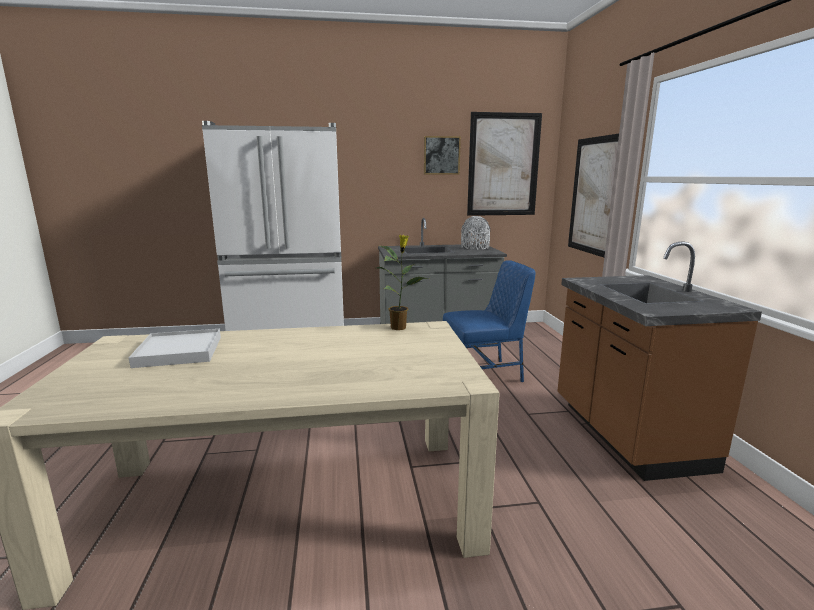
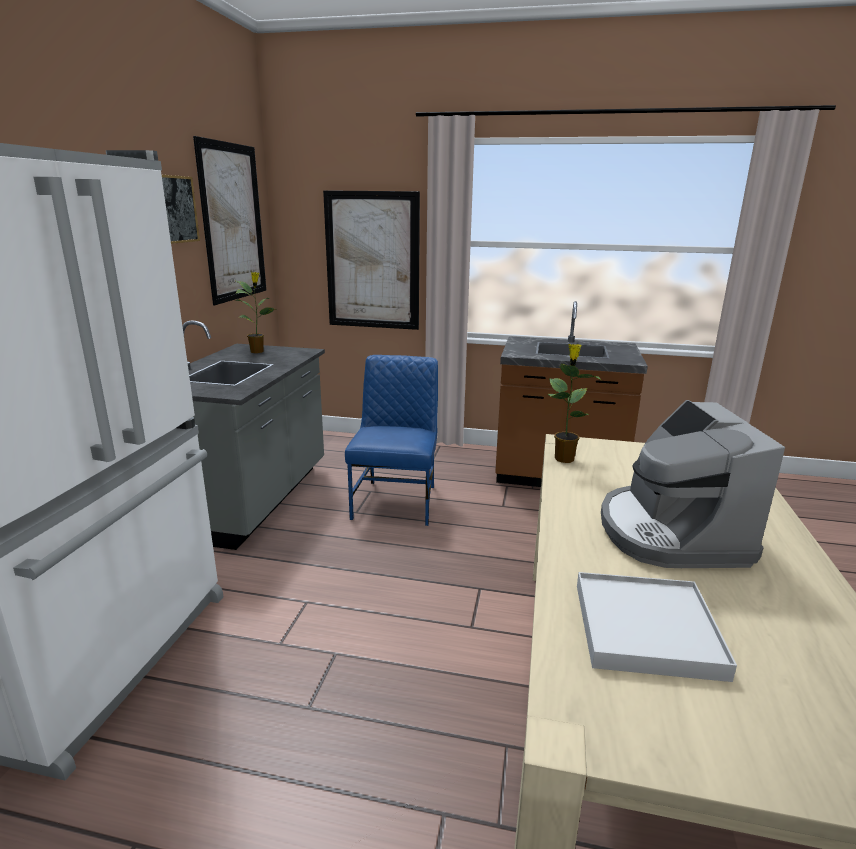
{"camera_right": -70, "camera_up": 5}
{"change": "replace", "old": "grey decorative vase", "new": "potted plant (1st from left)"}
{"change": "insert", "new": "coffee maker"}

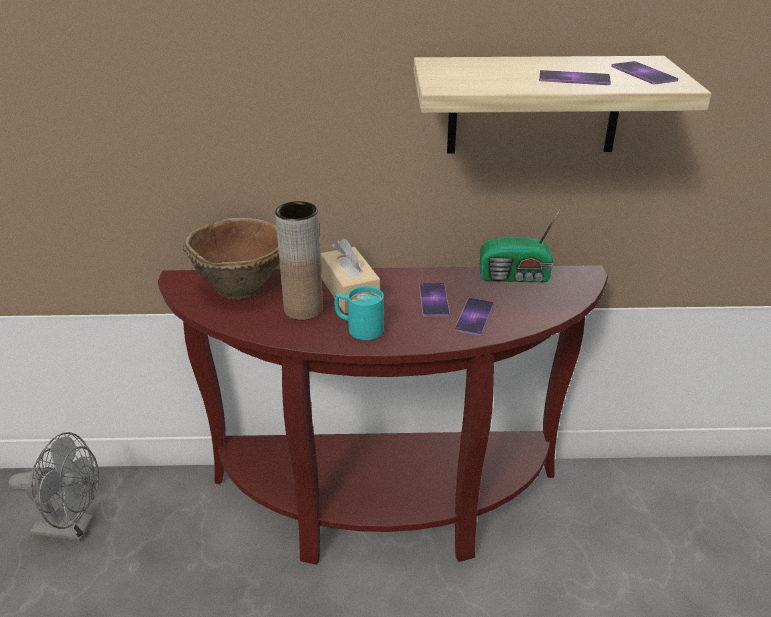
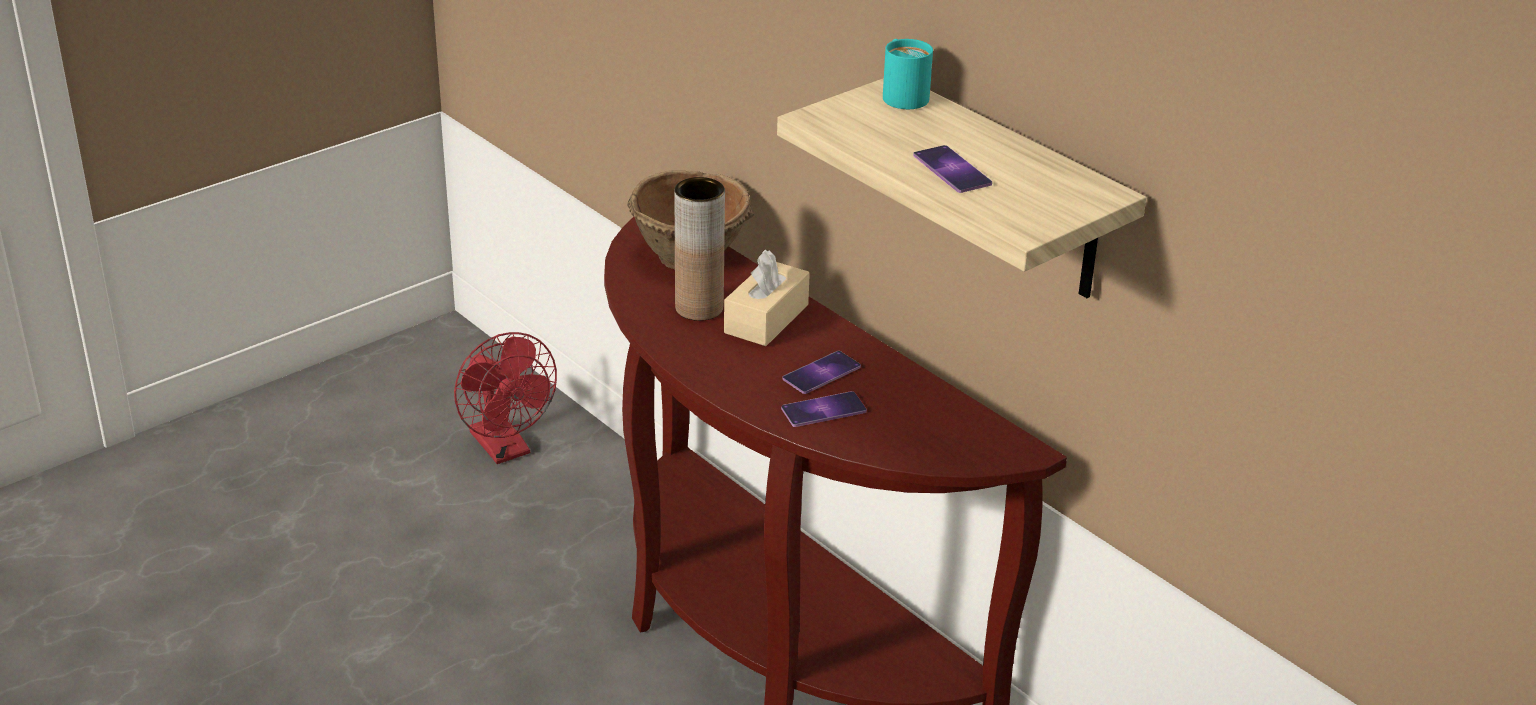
{"camera_right": 50, "camera_up": 0}
{"change": "recolor", "old": "grey cooling fan", "new": "reddish cooling fan"}
{"change": "move", "old": "turquoise-coloured mug"}
{"change": "delete", "old": "radio receiver"}
{"change": "delete", "old": "handset (4th from left)"}

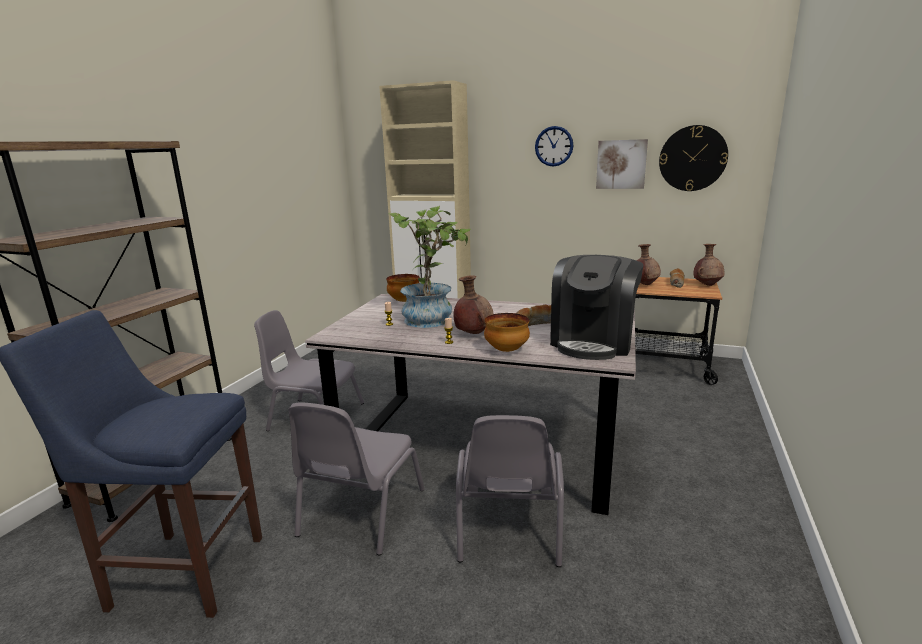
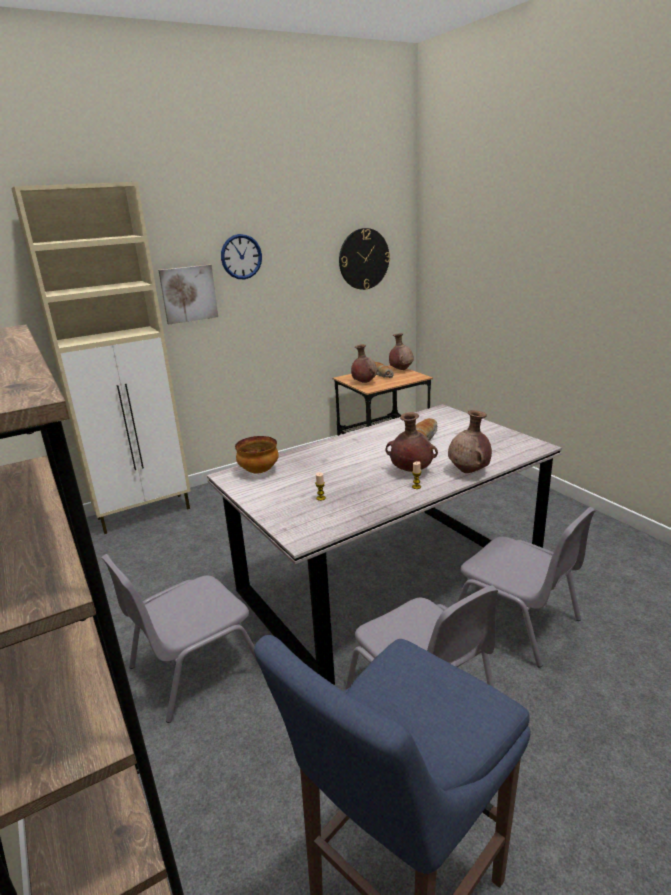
{"camera_right": -50, "camera_up": 5}
{"change": "delete", "old": "potted plant"}
{"change": "replace", "old": "serving bowl (2nd from left)", "new": "brown decorative vase (4th from left)"}
{"change": "delete", "old": "coffee maker"}
{"change": "move", "old": "wall picture"}

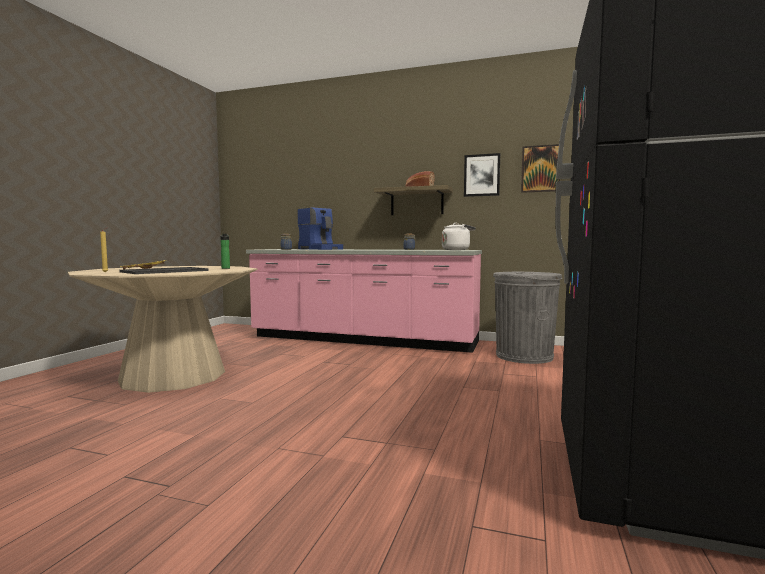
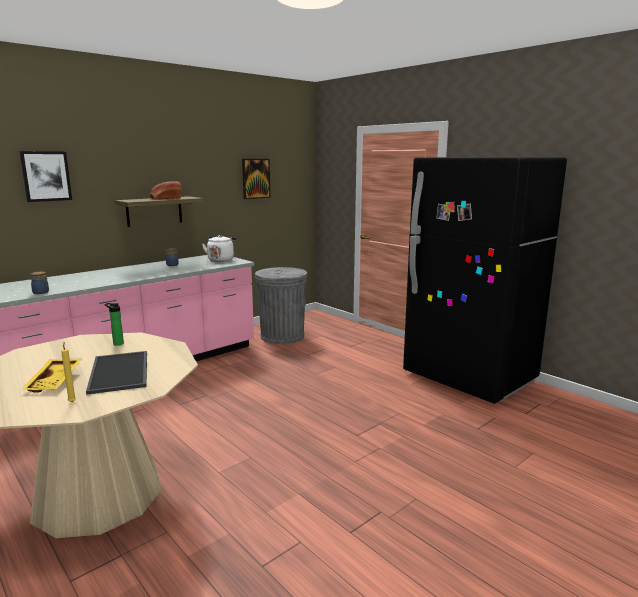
{"camera_right": -60, "camera_up": 10}
{"change": "delete", "old": "coffee maker"}
{"change": "move", "old": "wall picture (1st from left)"}

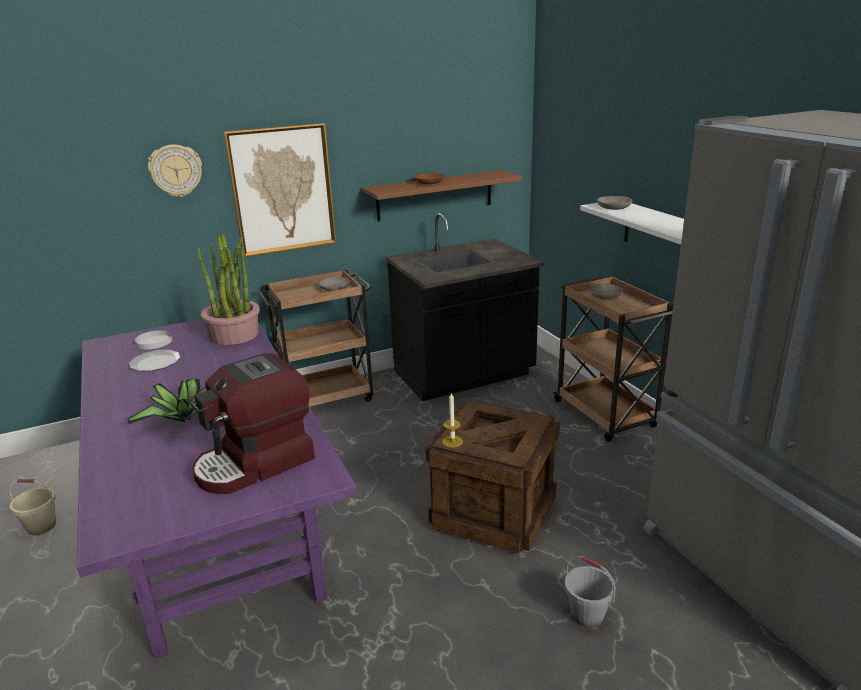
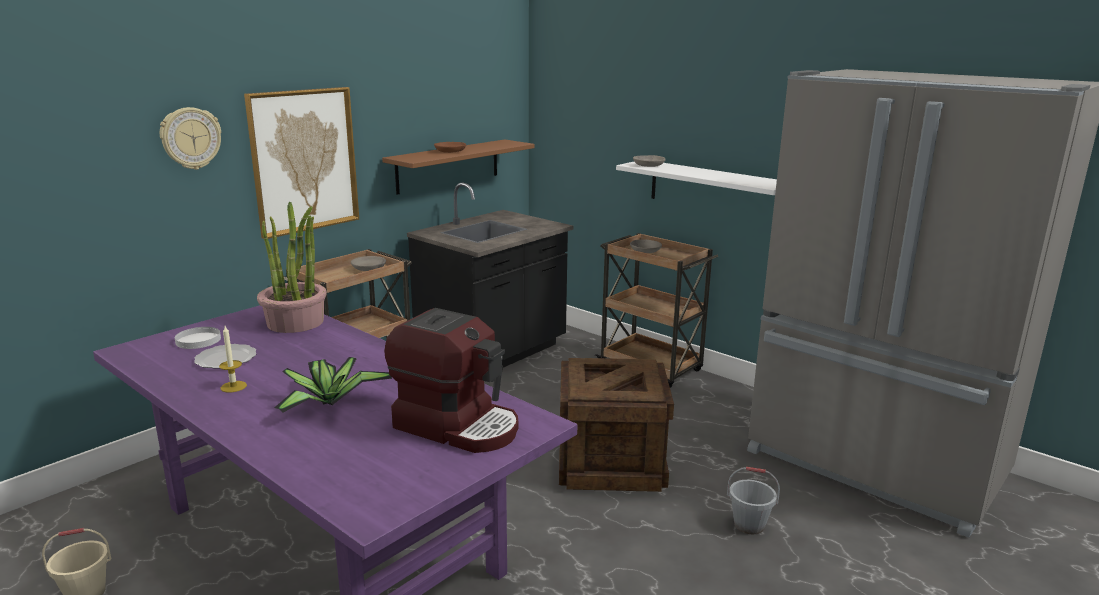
{"camera_right": -25, "camera_up": -5}
{"change": "rotate", "old": "coffee maker", "degrees": -90}
{"change": "move", "old": "wax candle"}

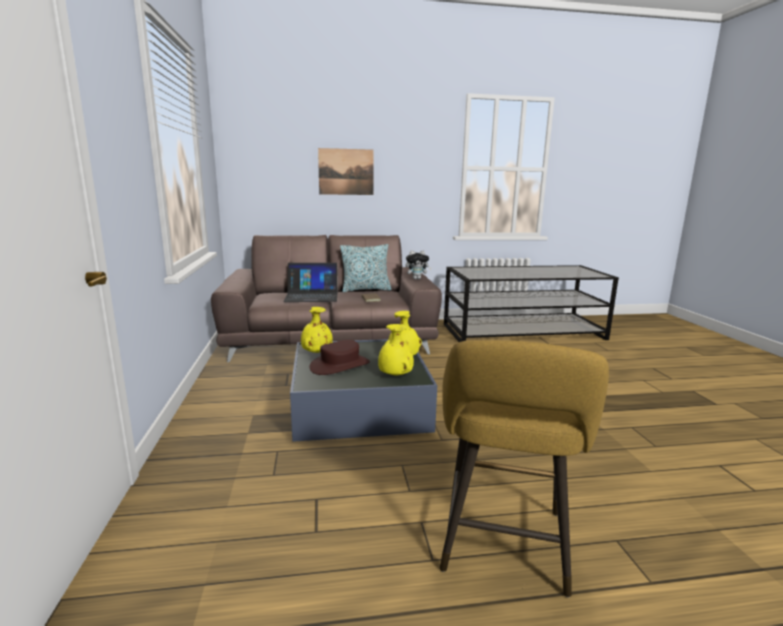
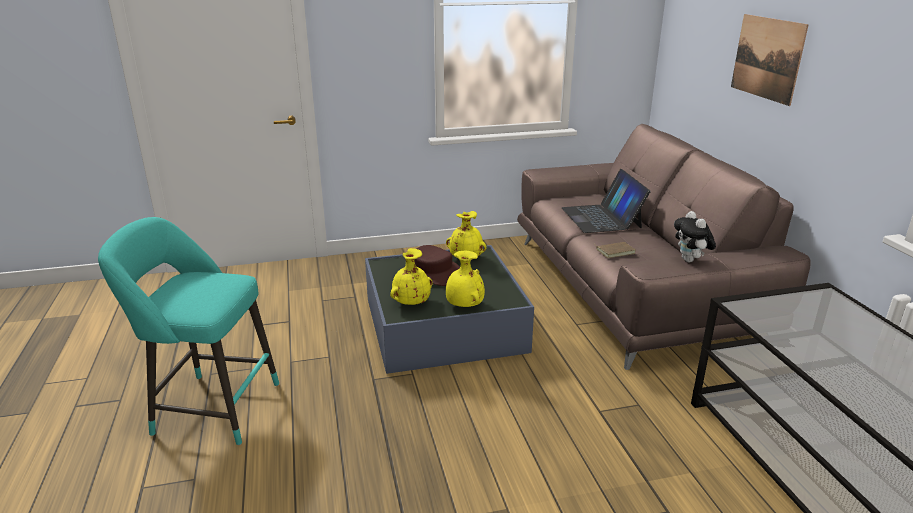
{"camera_right": 85, "camera_up": 10}
{"change": "delete", "old": "pillow"}
{"change": "recolor", "old": "yellow-coloured stool", "new": "turquoise-coloured stool"}

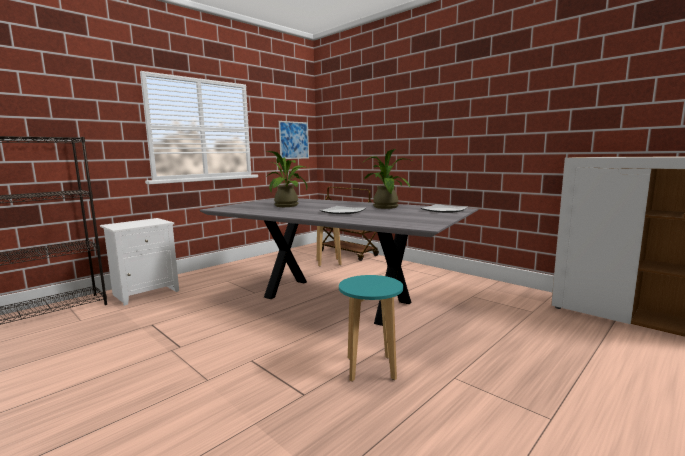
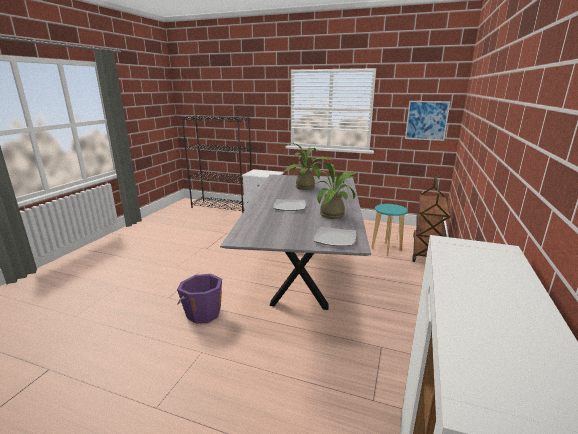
{"camera_right": 65, "camera_up": 10}
{"change": "replace", "old": "turquoise-coloured stool (2nd from left)", "new": "purple pail"}

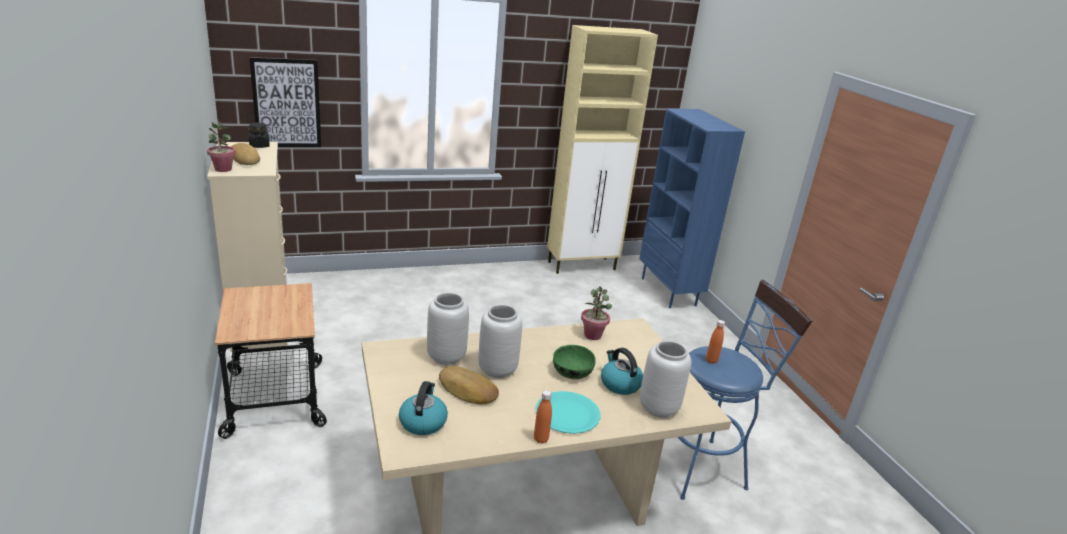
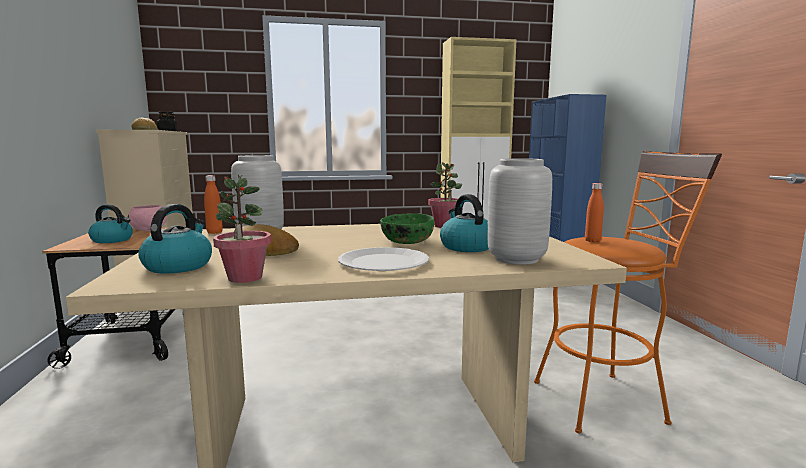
{"camera_right": 10, "camera_up": -15}
{"change": "move", "old": "potted plant (1st from left)"}
{"change": "delete", "old": "wall picture"}
{"change": "delete", "old": "grey decorative vase (2nd from left)"}
{"change": "move", "old": "orange-coloured beverage bottle (1st from left)"}
{"change": "recolor", "old": "turquoise-coloured dinner plate", "new": "white-coloured dinner plate"}
{"change": "recolor", "old": "bluish stool", "new": "orange-coloured stool"}
{"change": "insert", "new": "water kettle (1st from left)"}
{"change": "insert", "new": "pink-coloured serving bowl"}

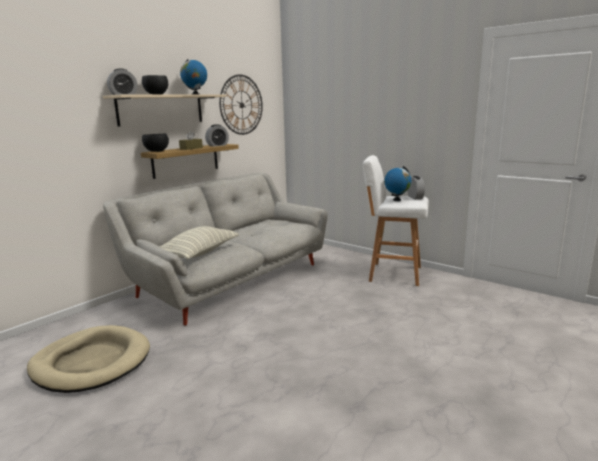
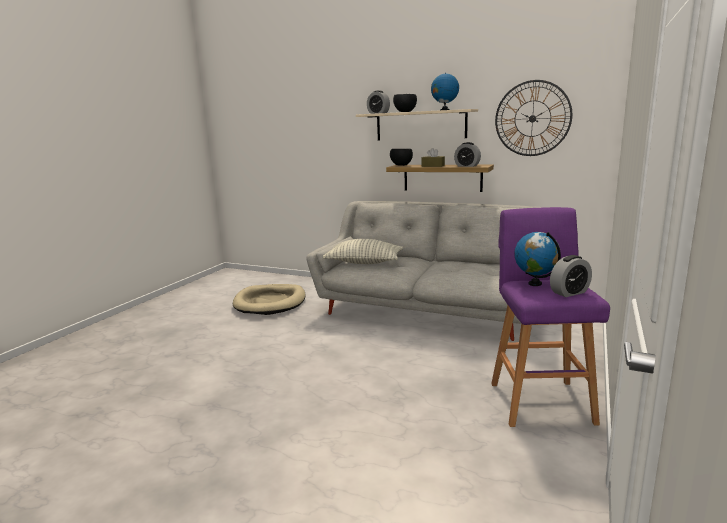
{"camera_right": 75, "camera_up": 0}
{"change": "recolor", "old": "white-coloured stool", "new": "purple stool"}

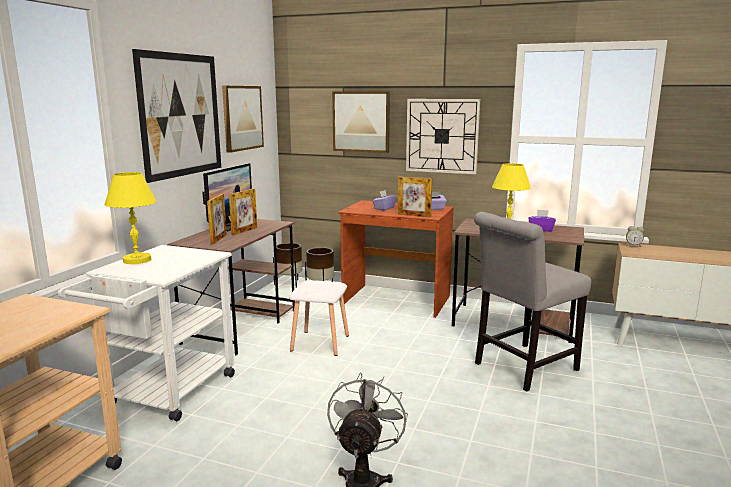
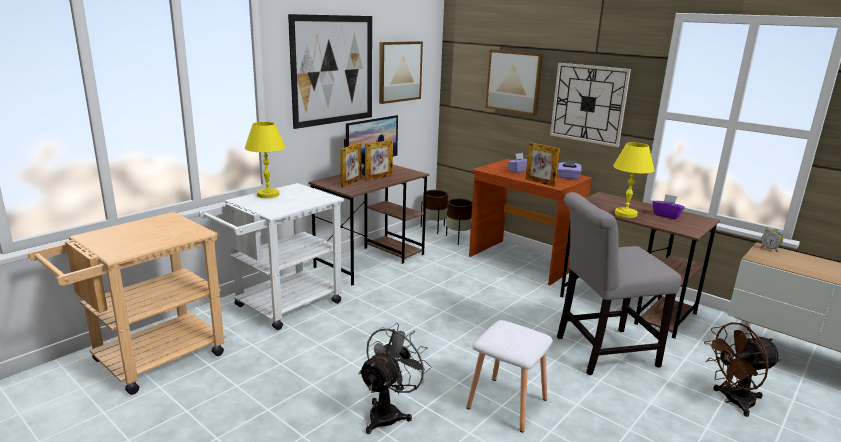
{"camera_right": 20, "camera_up": 5}
{"change": "move", "old": "white-coloured stool"}
{"change": "insert", "new": "brown cooling fan"}

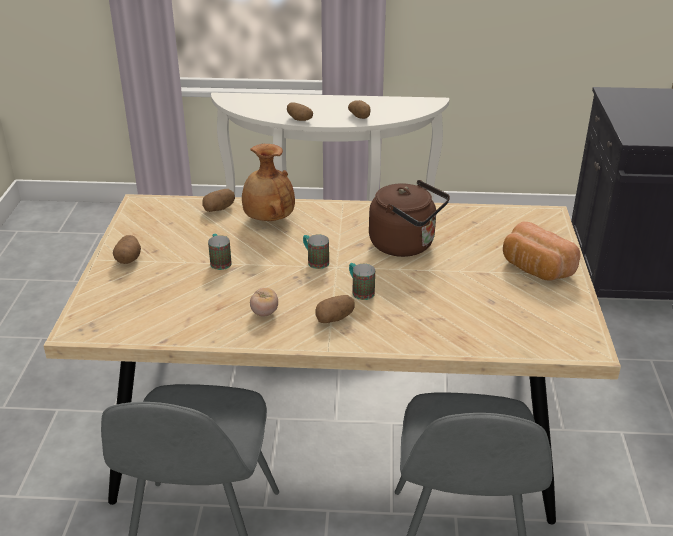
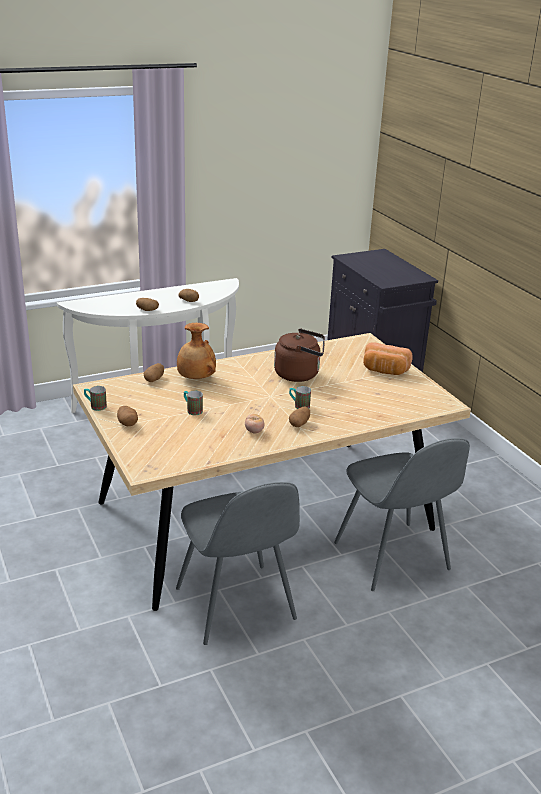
{"camera_right": -30, "camera_up": -5}
{"change": "move", "old": "mug (2nd from left in the first image)", "new": "mug (1st from left)"}

